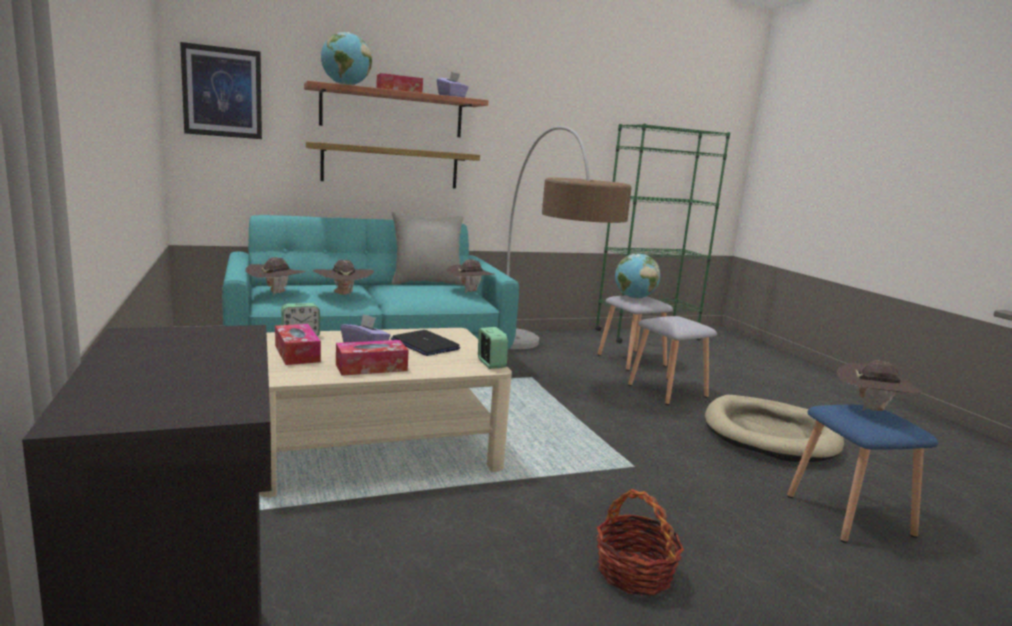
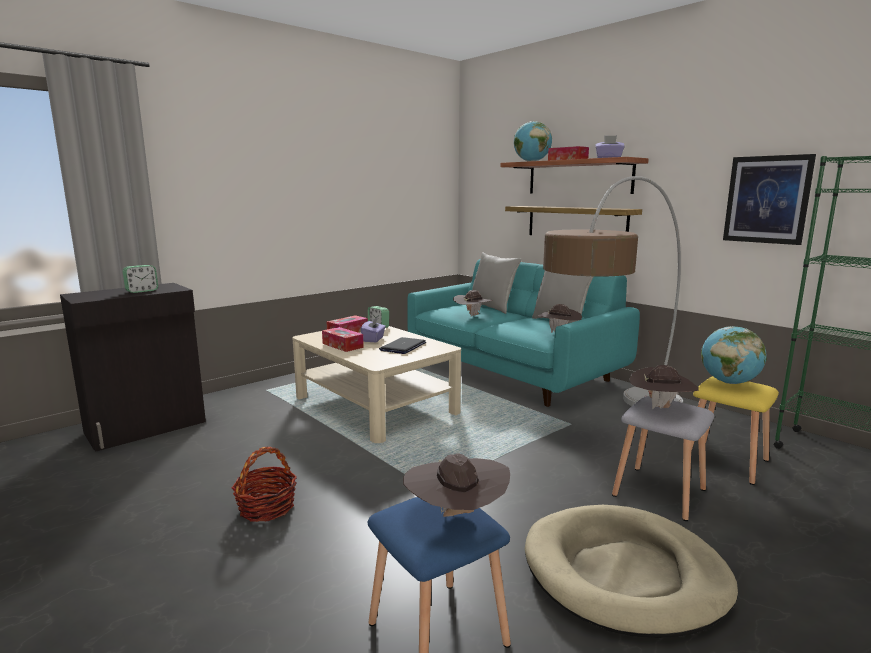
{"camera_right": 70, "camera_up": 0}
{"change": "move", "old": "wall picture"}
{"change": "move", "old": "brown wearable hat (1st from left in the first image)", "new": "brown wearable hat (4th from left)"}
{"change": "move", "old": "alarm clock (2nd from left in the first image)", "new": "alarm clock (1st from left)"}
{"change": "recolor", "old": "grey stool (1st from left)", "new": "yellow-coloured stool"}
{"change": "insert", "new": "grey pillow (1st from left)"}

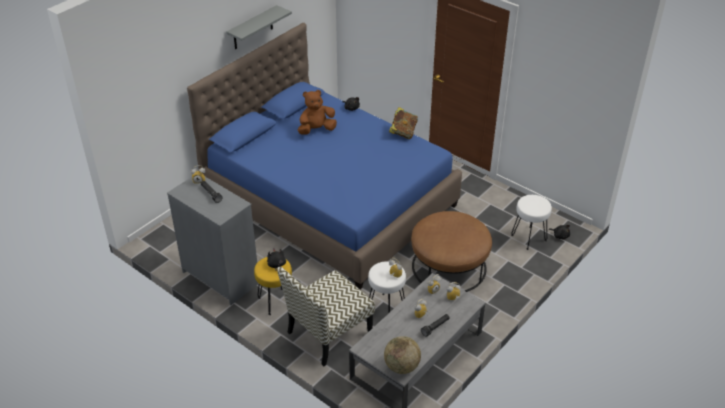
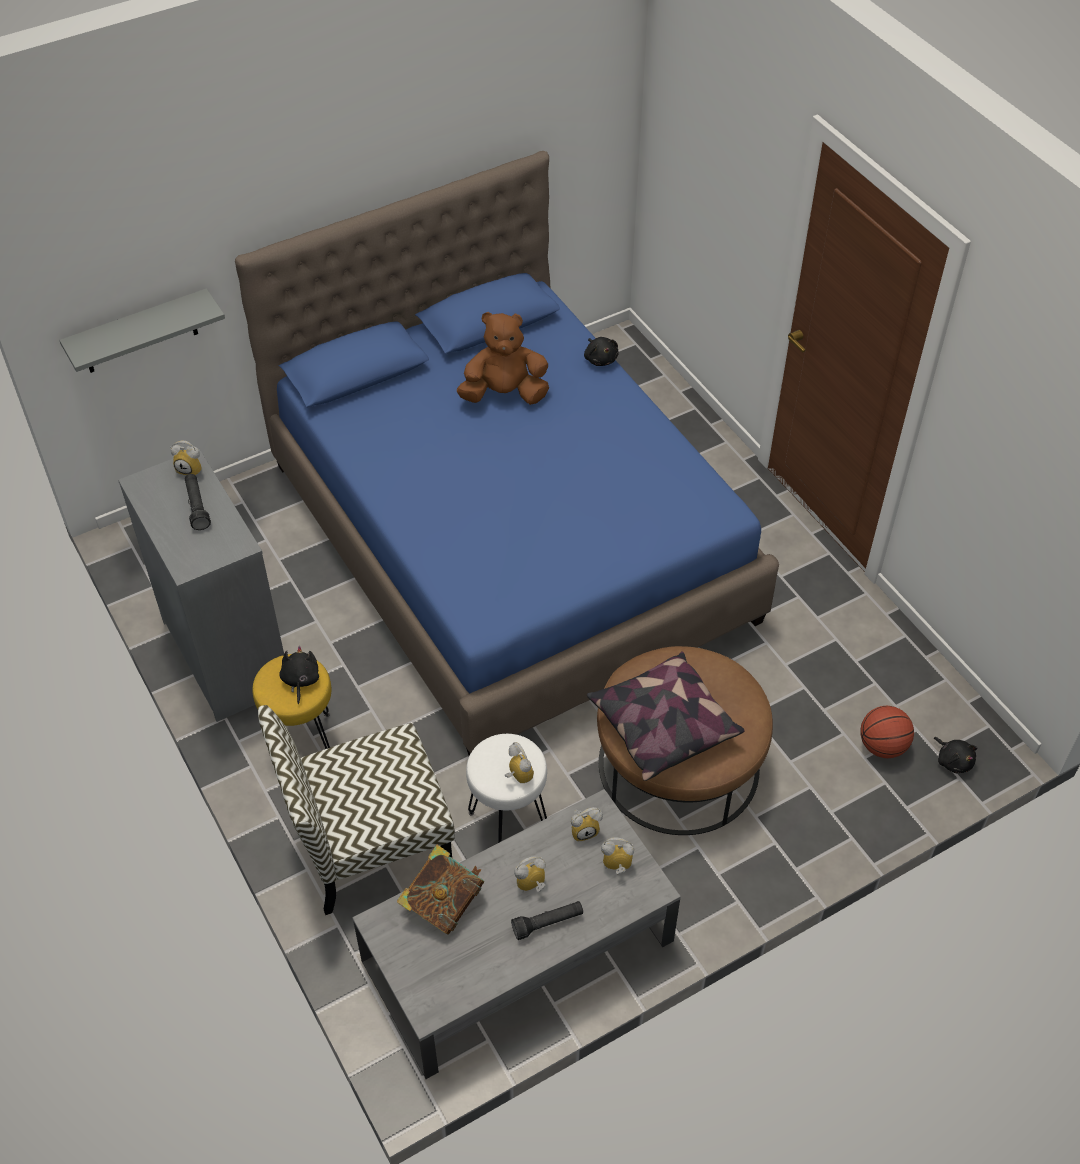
{"camera_right": 20, "camera_up": 10}
{"change": "move", "old": "grey wall shelf"}
{"change": "delete", "old": "desk globe"}
{"change": "move", "old": "book"}
{"change": "replace", "old": "white-coloured stool (2nd from left)", "new": "ball for basketball"}
{"change": "insert", "new": "pillow"}

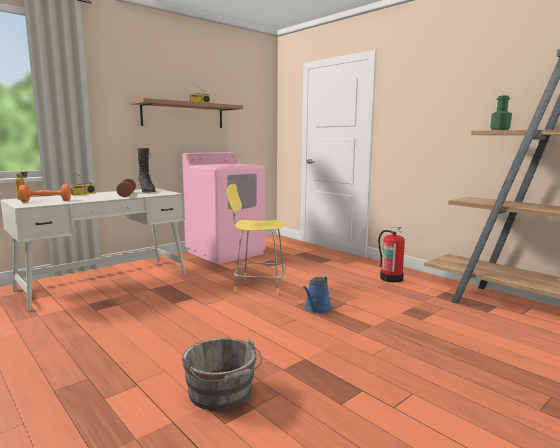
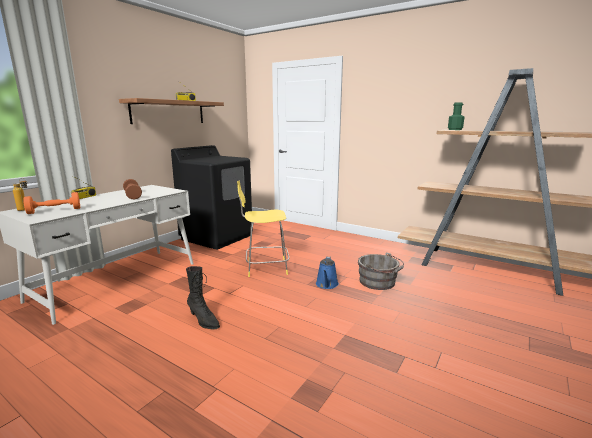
{"camera_right": -15, "camera_up": 5}
{"change": "move", "old": "black boot"}
{"change": "recolor", "old": "pink-coloured laundry machine", "new": "black laundry machine"}
{"change": "move", "old": "grey pail"}
{"change": "delete", "old": "extinguisher"}

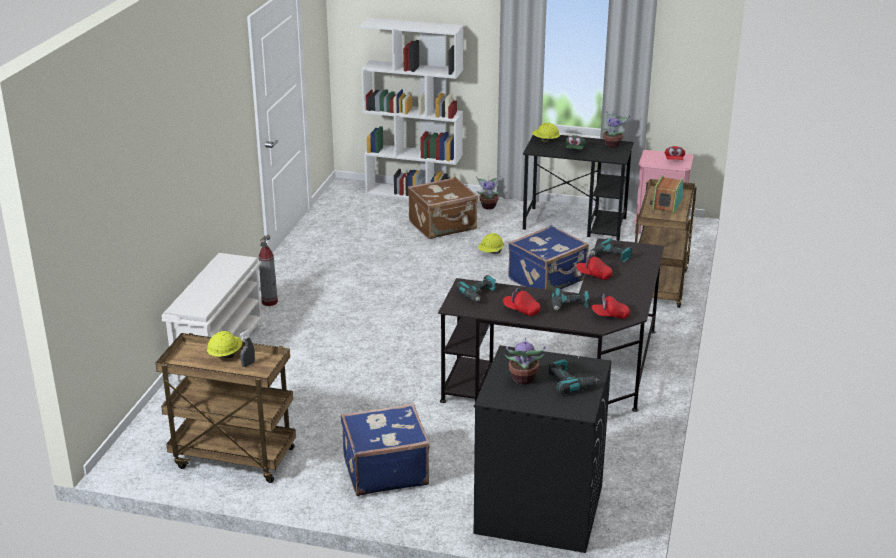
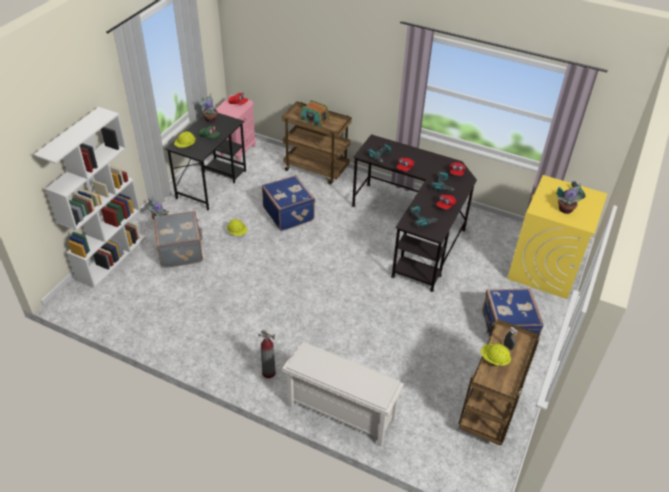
{"camera_right": -80, "camera_up": 15}
{"change": "recolor", "old": "brown suitcase", "new": "grey suitcase"}
{"change": "recolor", "old": "black laundry machine", "new": "yellow-coloured laundry machine"}

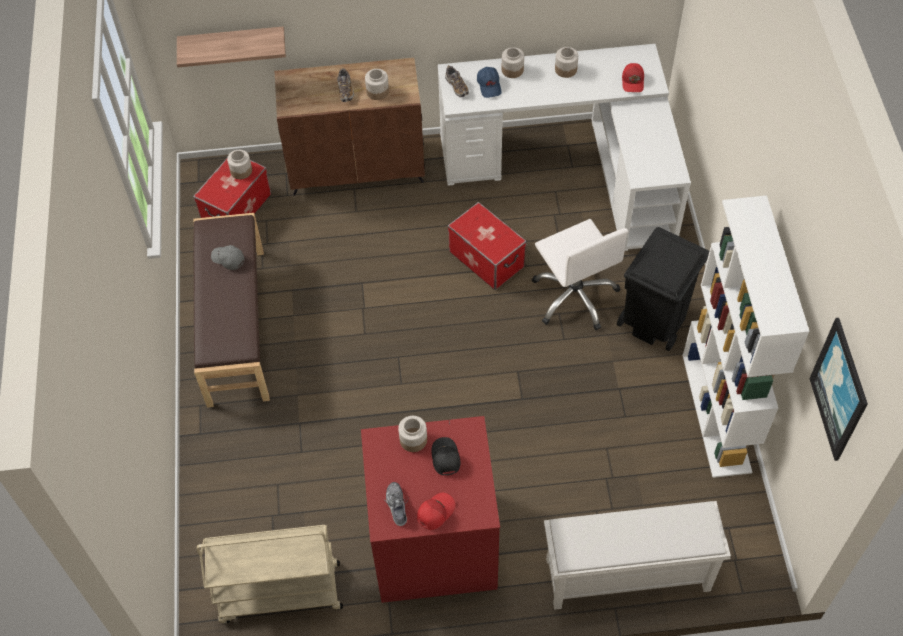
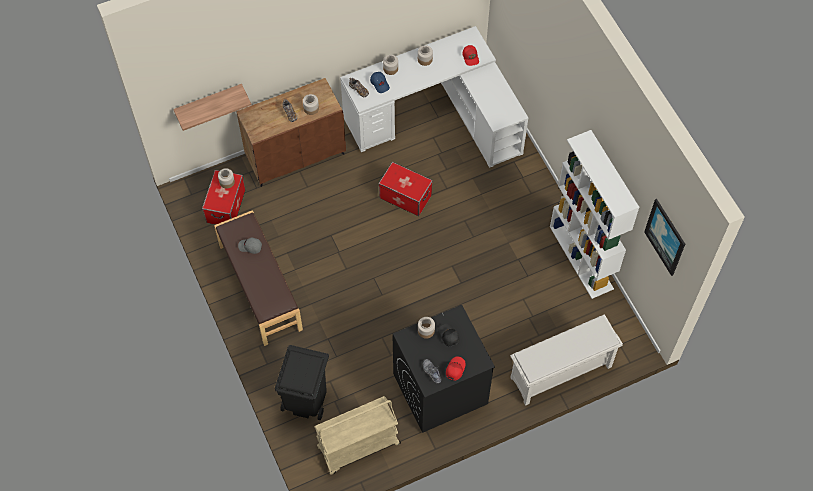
{"camera_right": -20, "camera_up": 5}
{"change": "recolor", "old": "reddish laundry machine", "new": "black laundry machine"}
{"change": "delete", "old": "white-coloured office chair"}
{"change": "move", "old": "black trash can"}

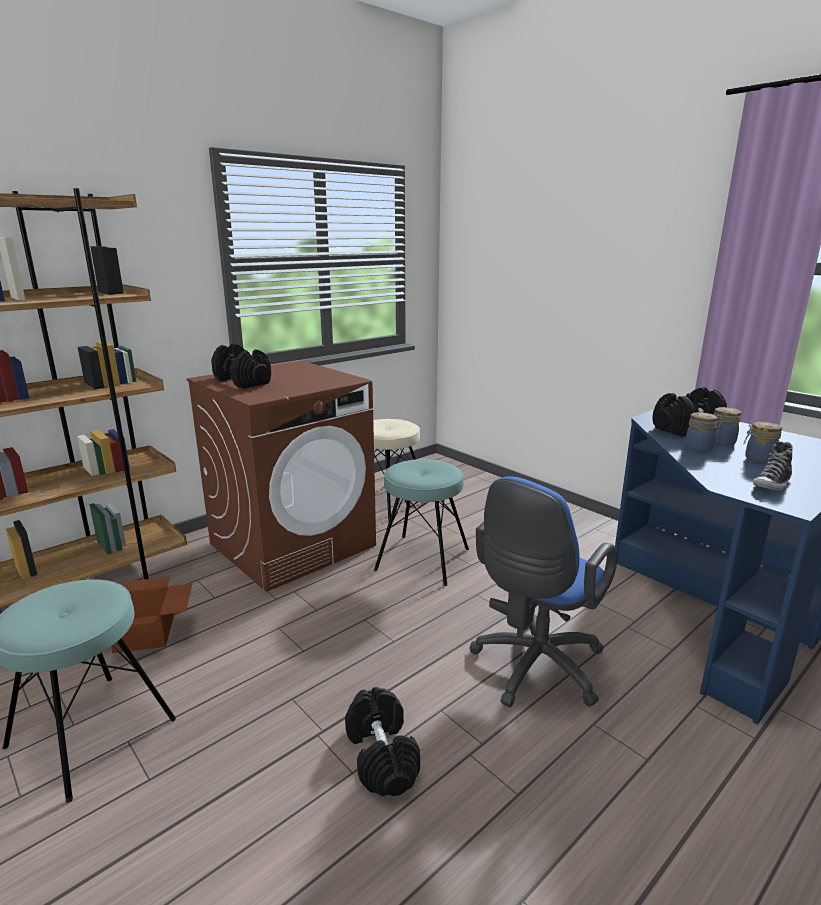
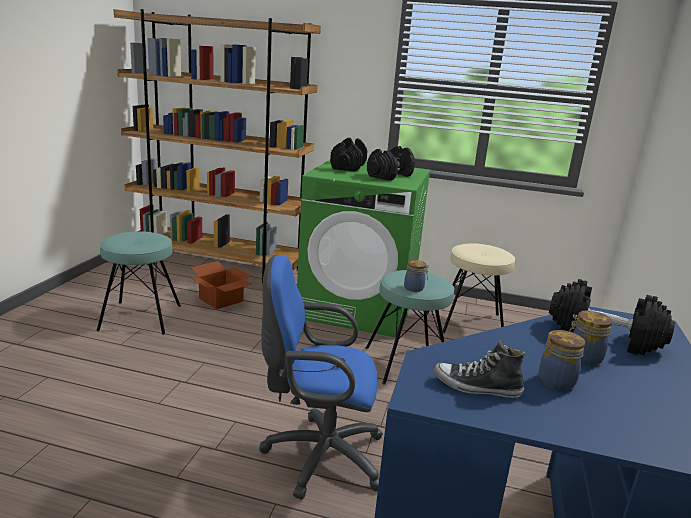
{"camera_right": 55, "camera_up": 0}
{"change": "recolor", "old": "brown laundry machine", "new": "green-coloured laundry machine"}
{"change": "move", "old": "black free weight (2nd from left)"}
{"change": "move", "old": "jar (1st from left)"}

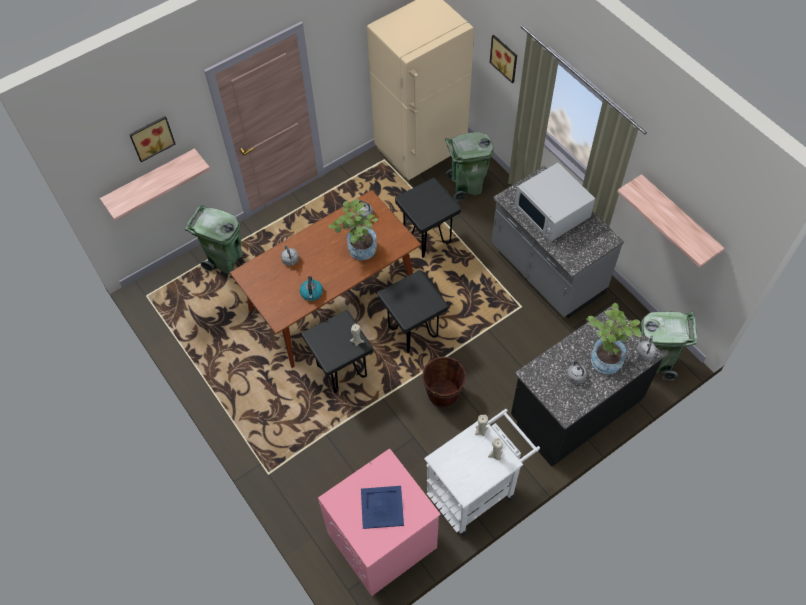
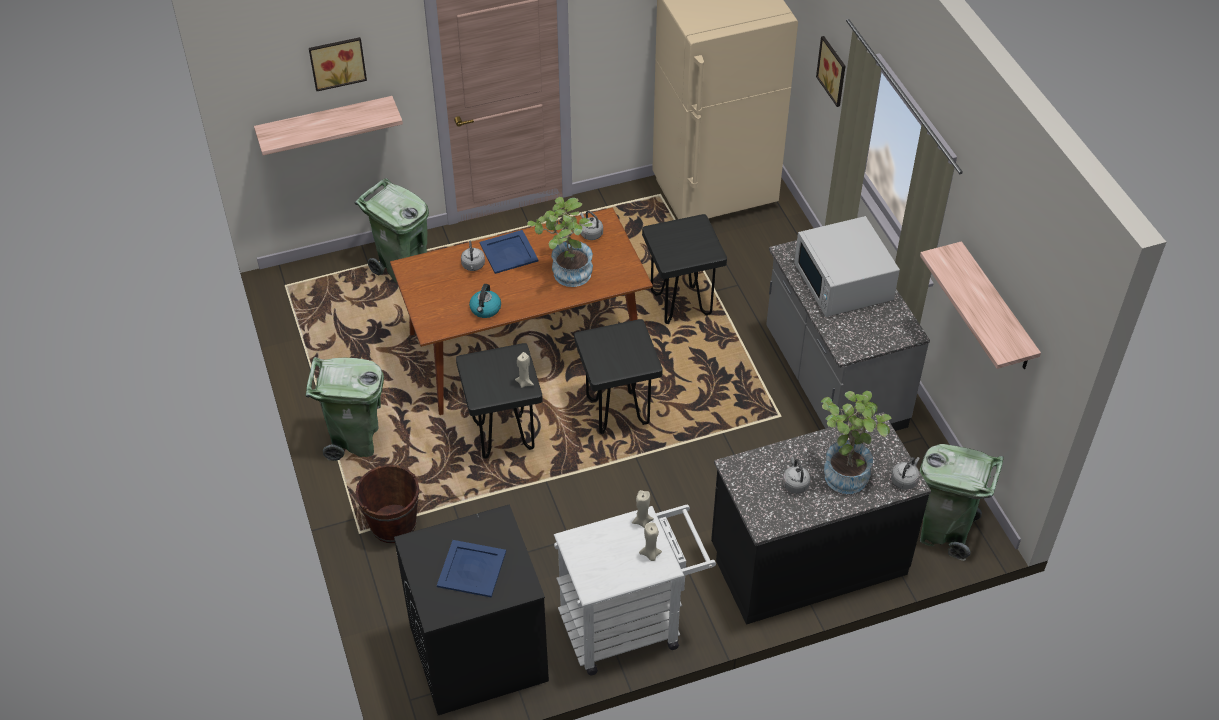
{"camera_right": 15, "camera_up": -10}
{"change": "recolor", "old": "pink-coloured laundry machine", "new": "black laundry machine"}
{"change": "move", "old": "brown pail"}
{"change": "move", "old": "green-coloured trash can (2nd from left in the first image)", "new": "green-coloured trash can (1st from left)"}
{"change": "insert", "new": "bluish carrying tray (2nd from left)"}

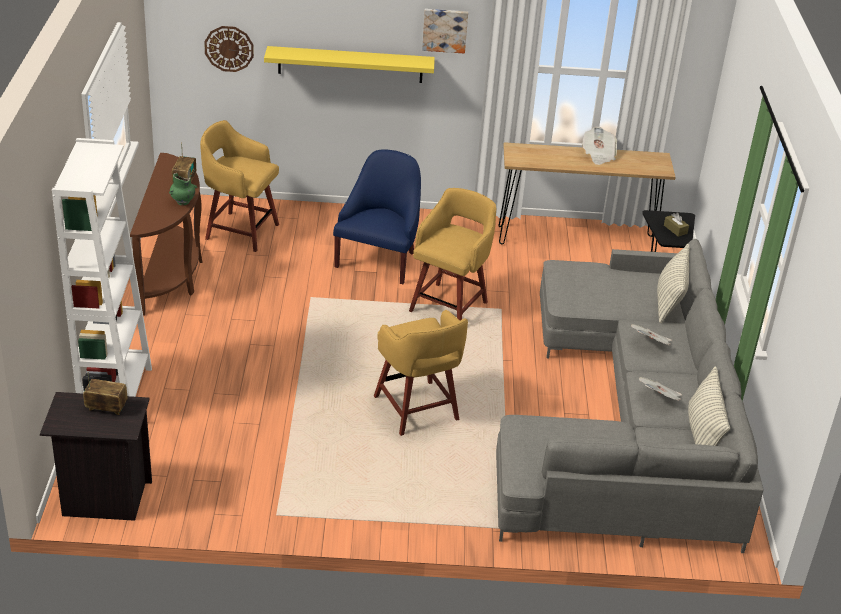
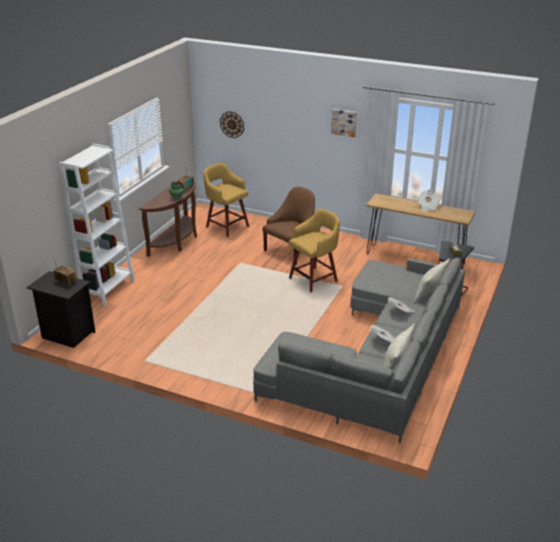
{"camera_right": 25, "camera_up": -5}
{"change": "delete", "old": "yellow-coloured wall shelf"}
{"change": "recolor", "old": "bluish lounge chair", "new": "brown lounge chair"}
{"change": "delete", "old": "yellow-coloured stool (2nd from left)"}

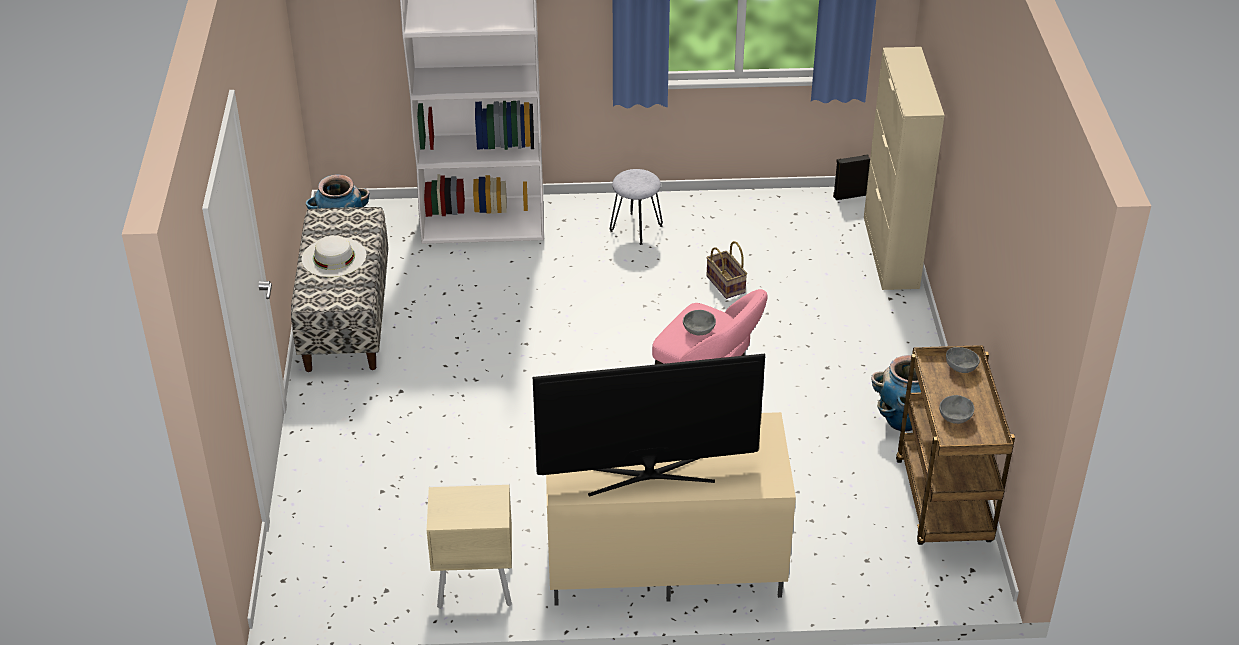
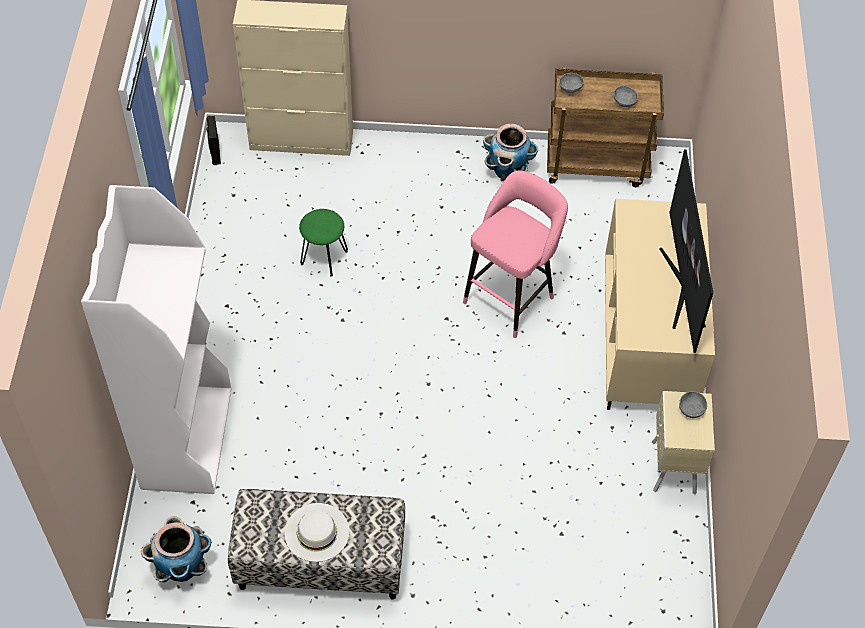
{"camera_right": -85, "camera_up": 15}
{"change": "delete", "old": "grey stool"}
{"change": "move", "old": "grey serving bowl (1st from left in the first image)", "new": "grey serving bowl (3rd from left)"}
{"change": "replace", "old": "storage basket", "new": "green-coloured stool"}

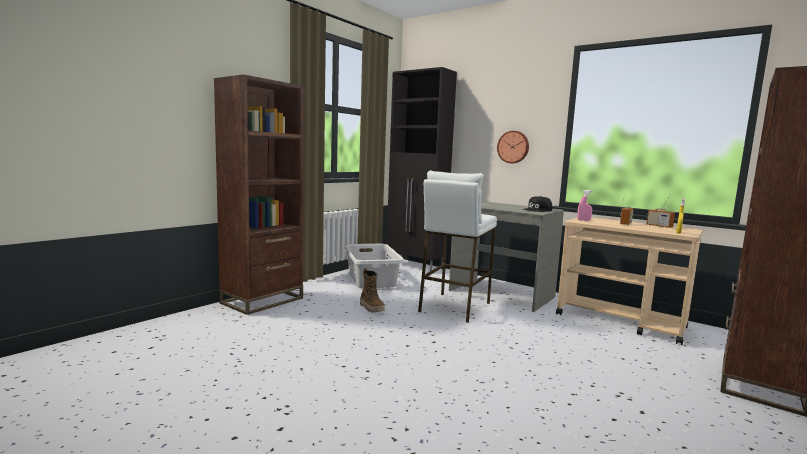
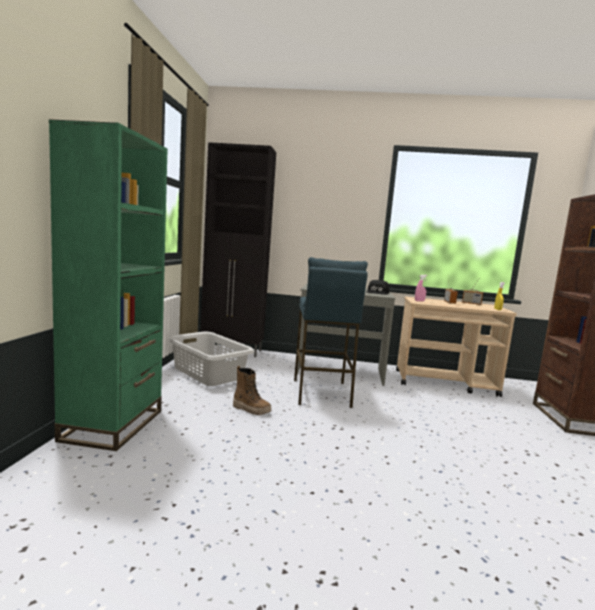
{"camera_right": -30, "camera_up": 0}
{"change": "recolor", "old": "brown bookshelf (1st from left)", "new": "green-coloured bookshelf"}
{"change": "recolor", "old": "white-coloured stool", "new": "bluish stool"}
{"change": "delete", "old": "wall clock"}

